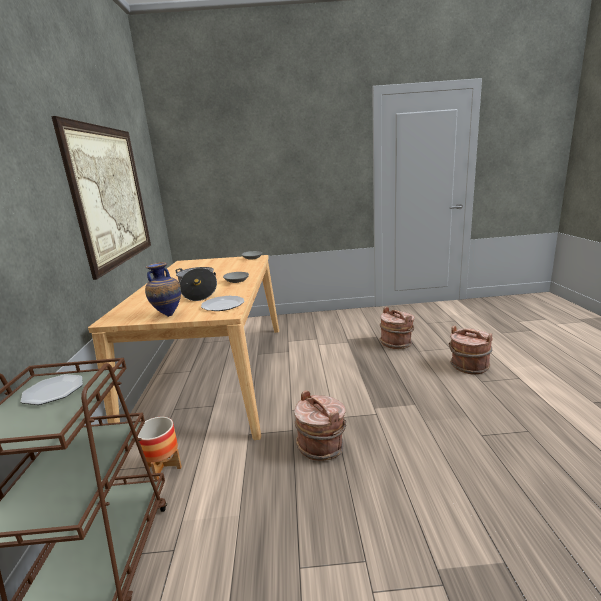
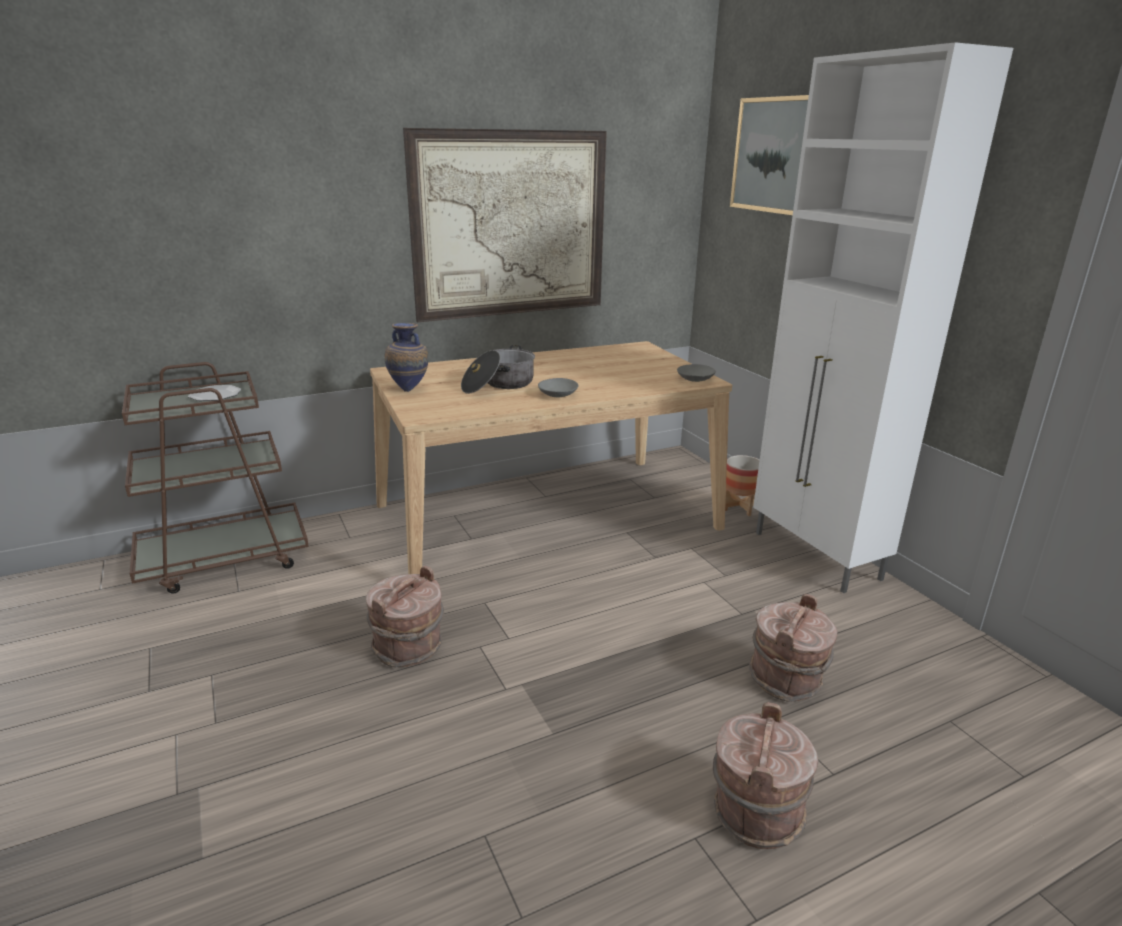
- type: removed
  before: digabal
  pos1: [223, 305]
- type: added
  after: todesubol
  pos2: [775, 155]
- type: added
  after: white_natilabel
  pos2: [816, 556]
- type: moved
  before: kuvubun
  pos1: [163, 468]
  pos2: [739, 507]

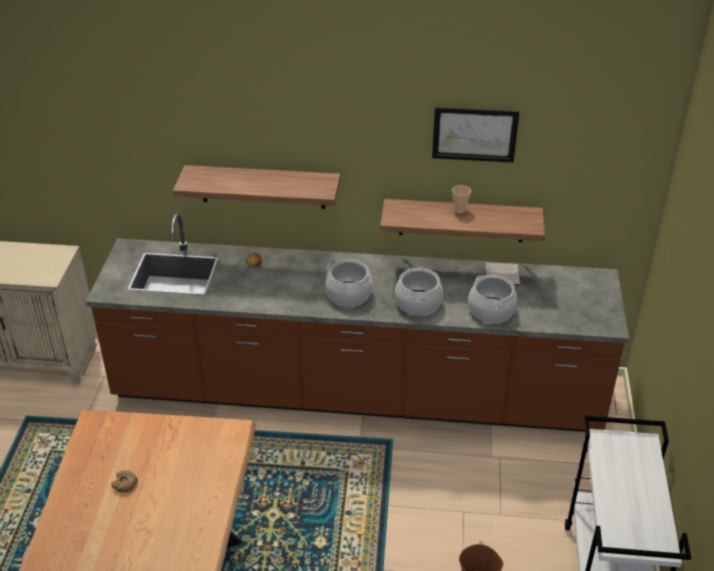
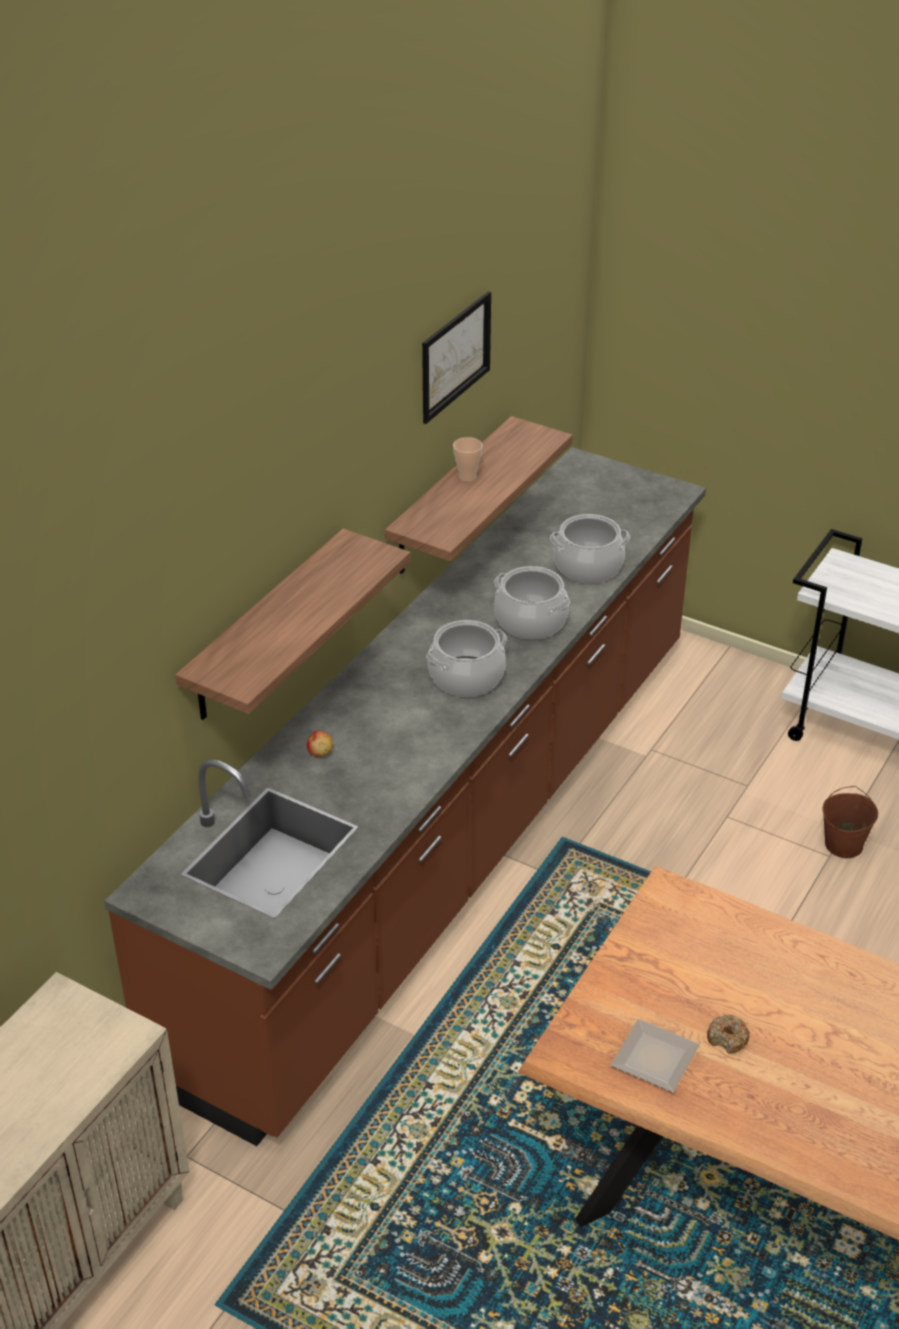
- type: moved
  before: digabal
  pos1: [503, 275]
  pos2: [653, 1056]

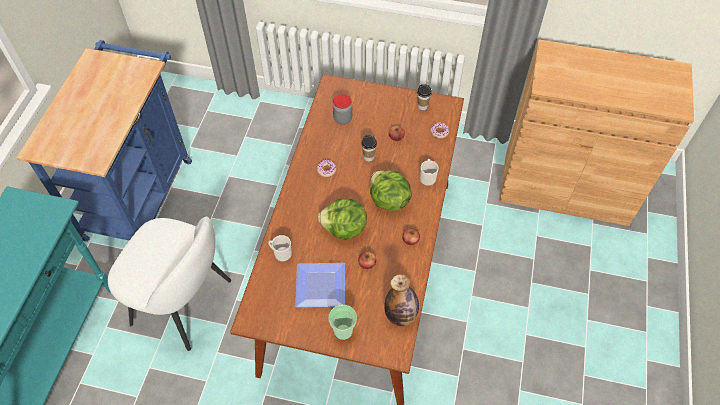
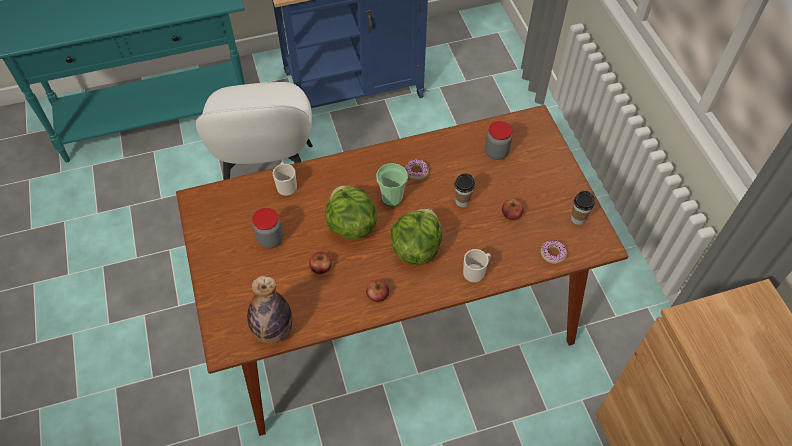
- type: moved
  before: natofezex
  pos1: [343, 331]
  pos2: [392, 198]
- type: replaced
  before: digabal
  after: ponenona
  pos1: [322, 284]
  pos2: [270, 239]

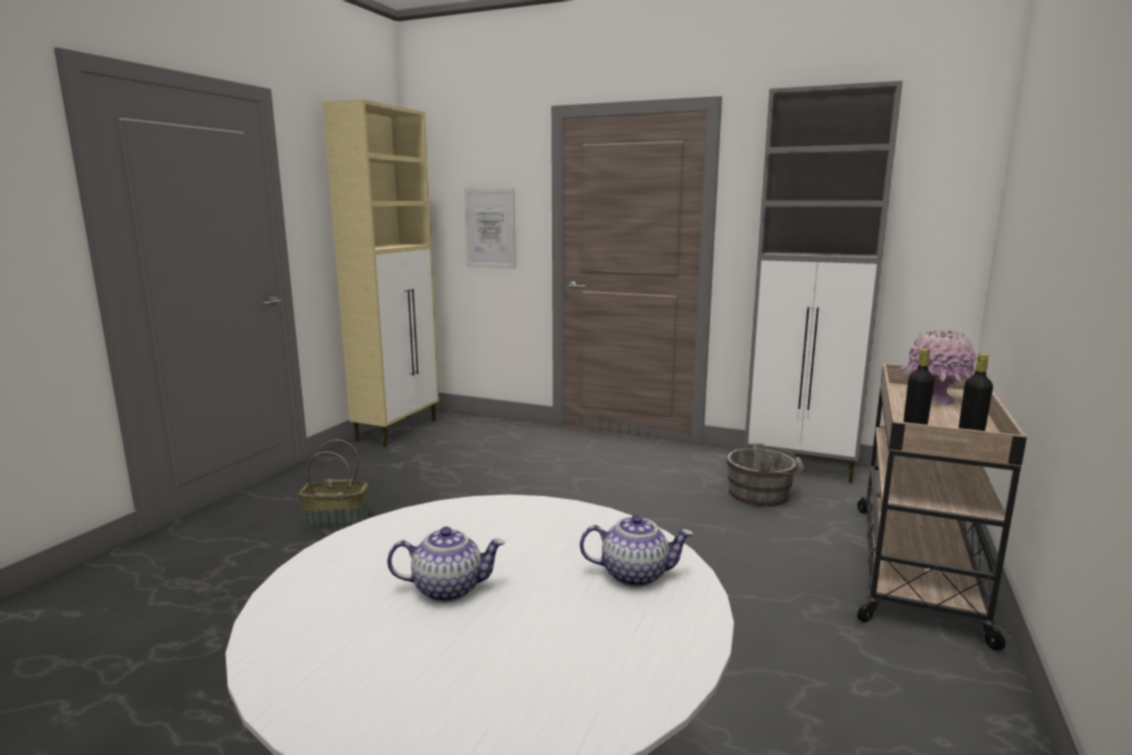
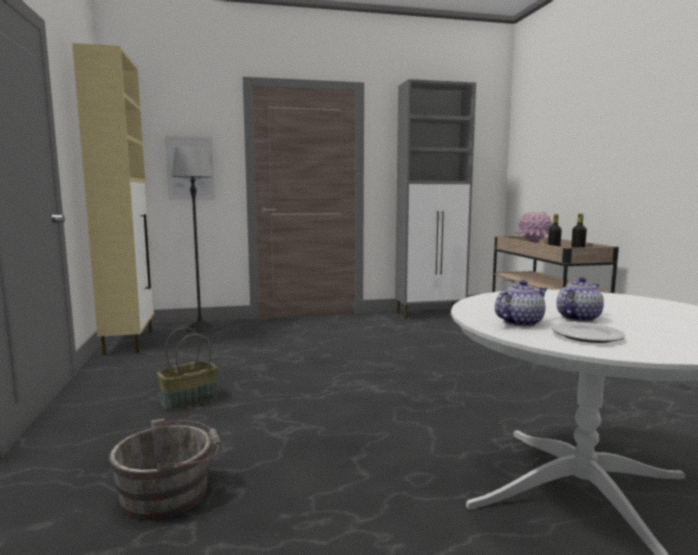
- type: added
  after: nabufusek
  pos2: [200, 328]
- type: added
  after: digabal
  pos2: [586, 336]
- type: moved
  before: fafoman
  pos1: [635, 574]
  pos2: [520, 323]
- type: moved
  before: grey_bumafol
  pos1: [762, 494]
  pos2: [170, 493]

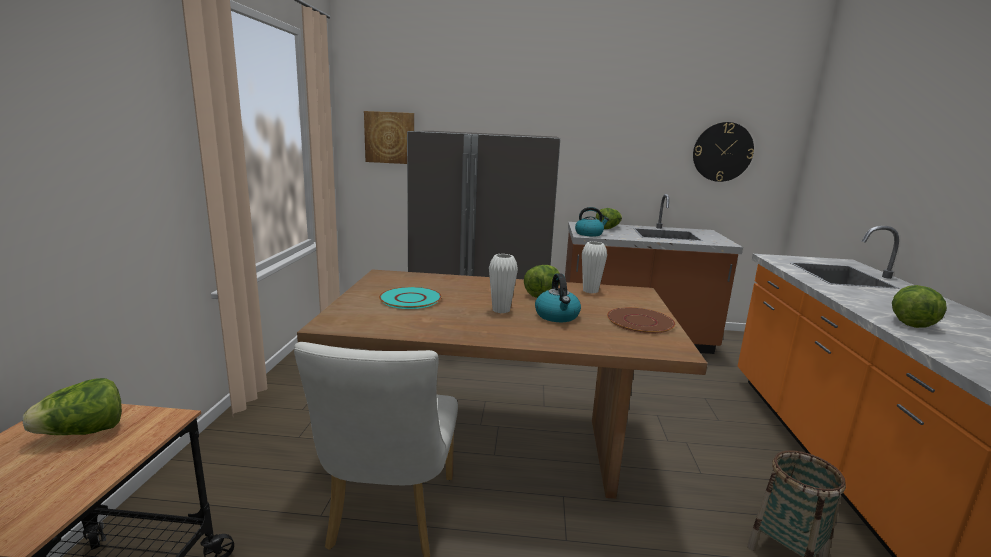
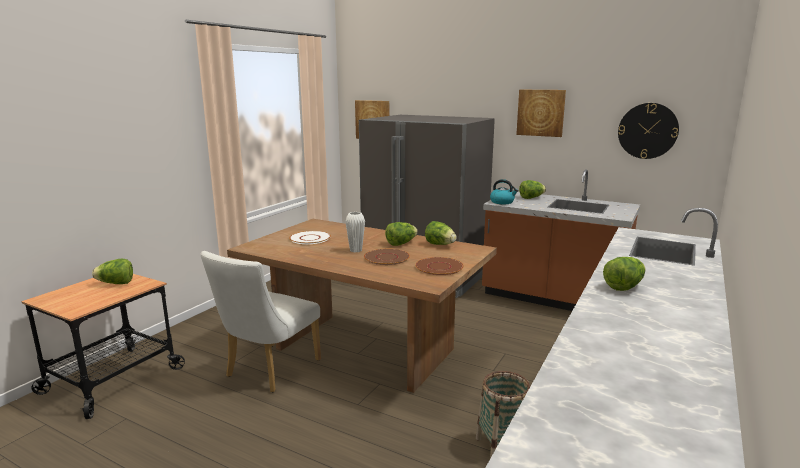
- type: added
  after: todesubol
  pos2: [541, 112]
- type: replaced
  before: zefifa
  after: brown_digabal
  pos1: [557, 316]
  pos2: [387, 257]
- type: replaced
  before: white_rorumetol
  after: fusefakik
  pos1: [590, 291]
  pos2: [440, 245]
- type: recoloured
  before: turquoise_digabal
  after: white_digabal
  pos1: [410, 299]
  pos2: [310, 238]

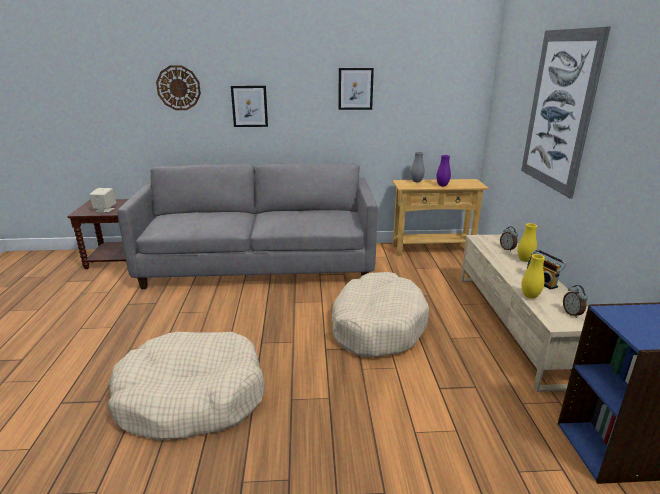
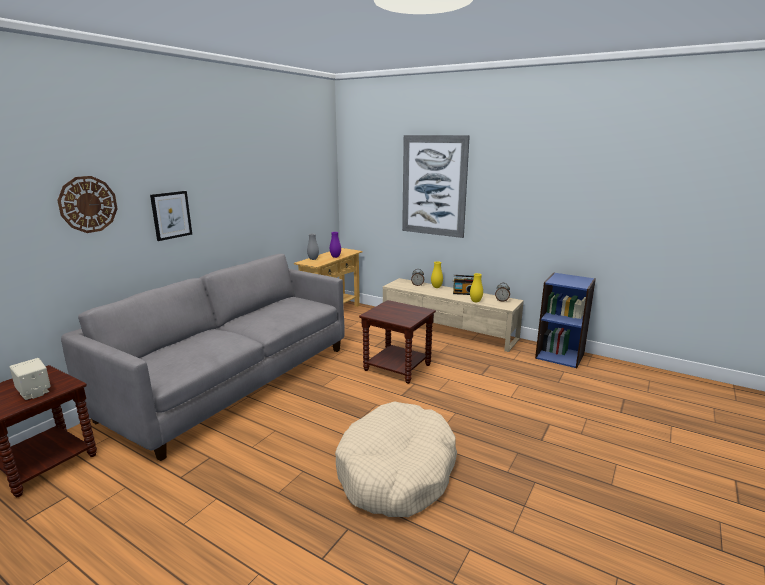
- type: removed
  before: todesubol
  pos1: [355, 89]
- type: replaced
  before: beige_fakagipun
  after: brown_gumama
  pos1: [377, 326]
  pos2: [398, 367]

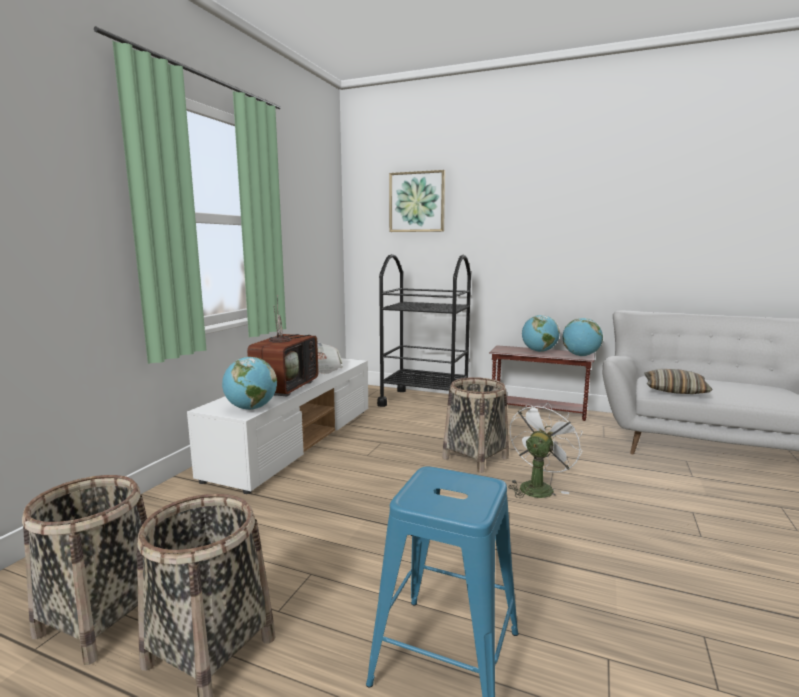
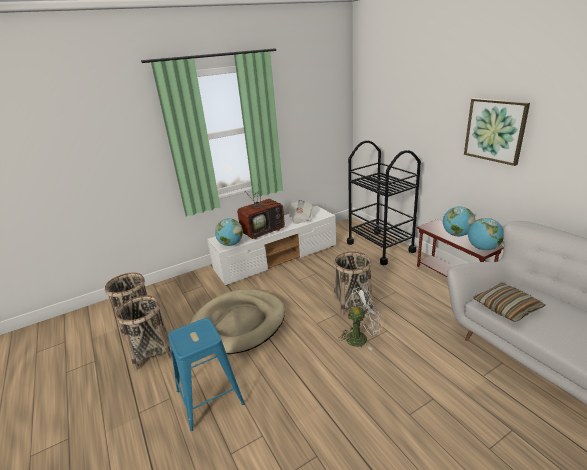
- type: added
  after: beige_fakagipun
  pos2: [239, 323]
- type: moved
  before: todesubol
  pos1: [417, 202]
  pos2: [495, 130]

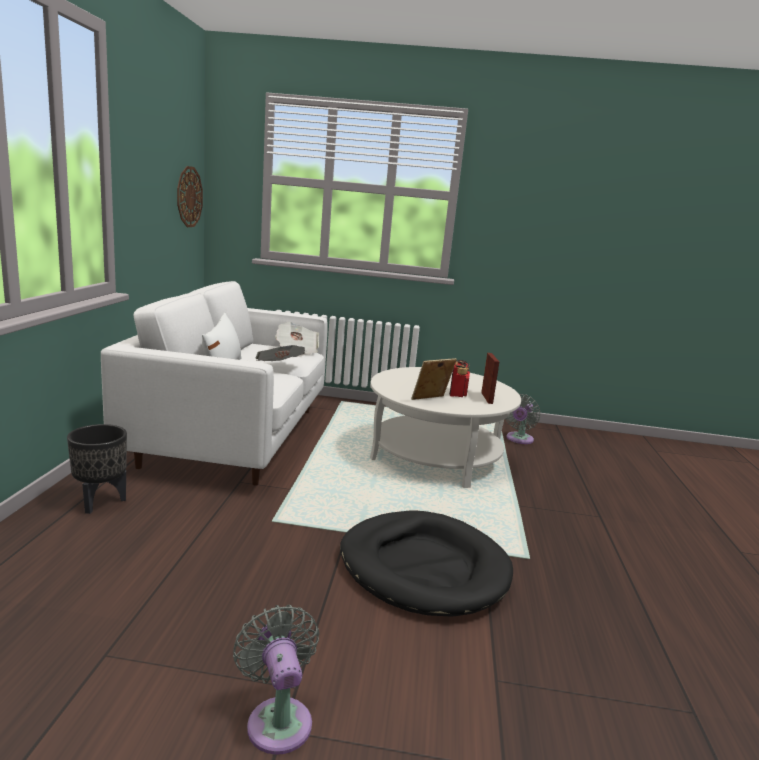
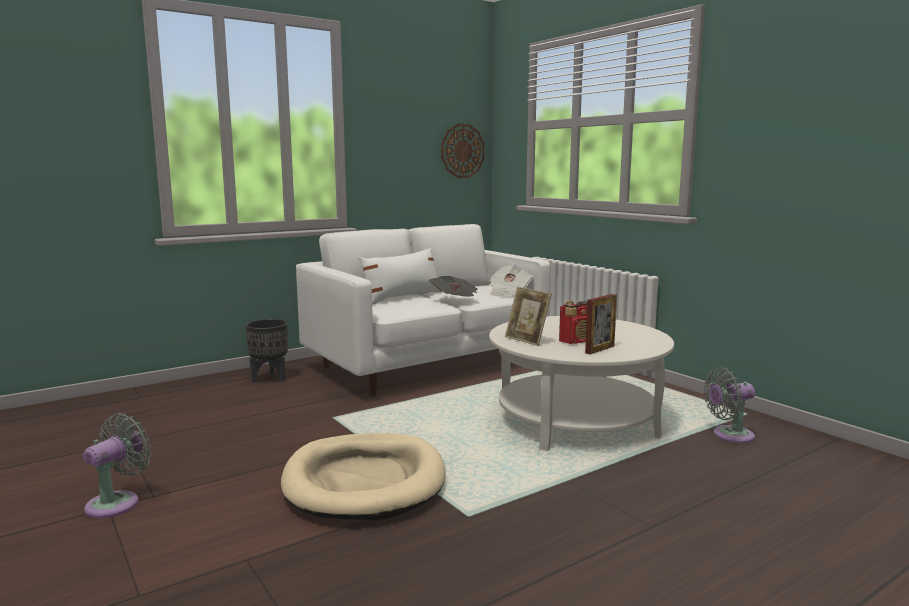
- type: recoloured
  before: black_fakagipun
  after: beige_fakagipun
  pos1: [423, 567]
  pos2: [365, 481]
- type: turned
  before: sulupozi
  pos1: [431, 400]
  pos2: [527, 340]
  turn: -150

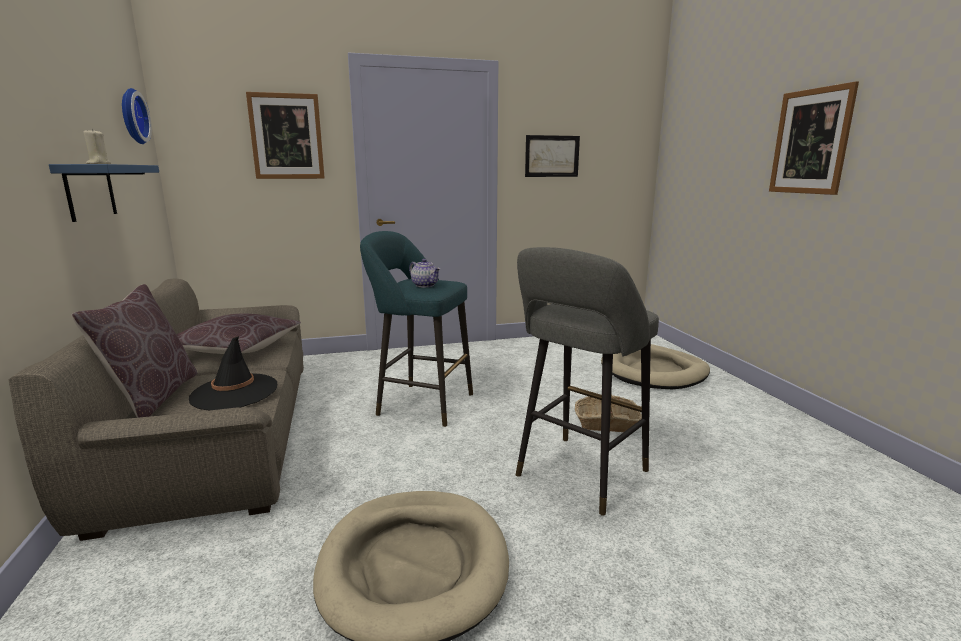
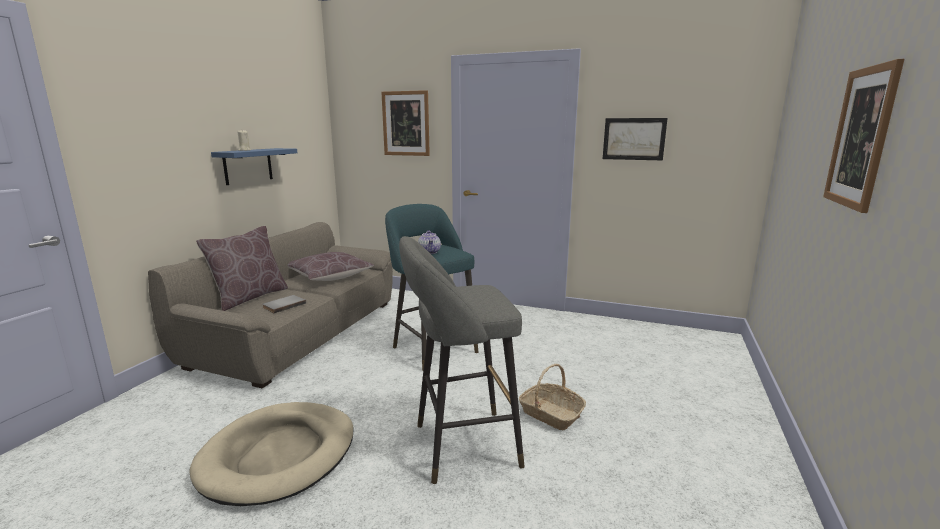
- type: removed
  before: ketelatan
  pos1: [131, 116]
- type: removed
  before: beige_fakagipun
  pos1: [654, 372]
- type: replaced
  before: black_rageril
  after: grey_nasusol
  pos1: [234, 392]
  pos2: [283, 305]

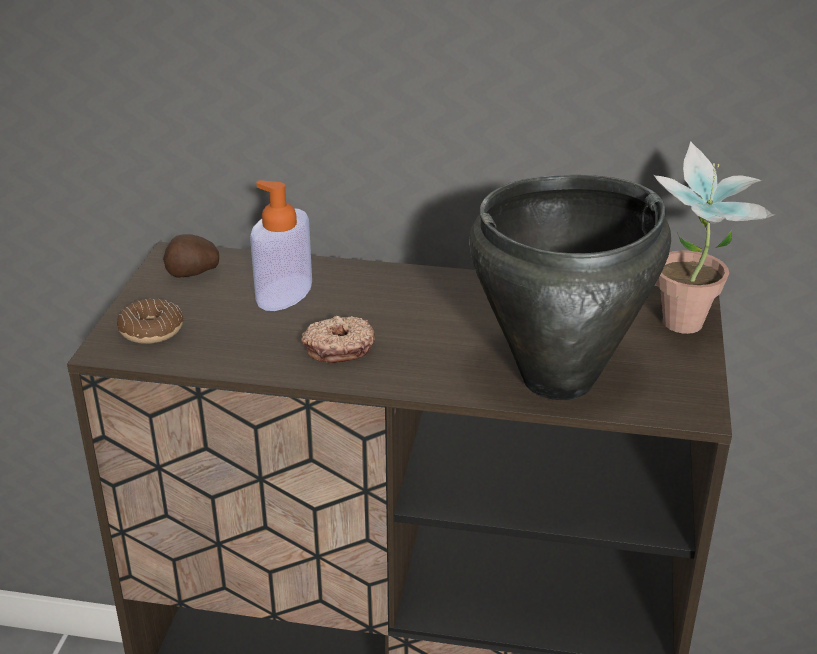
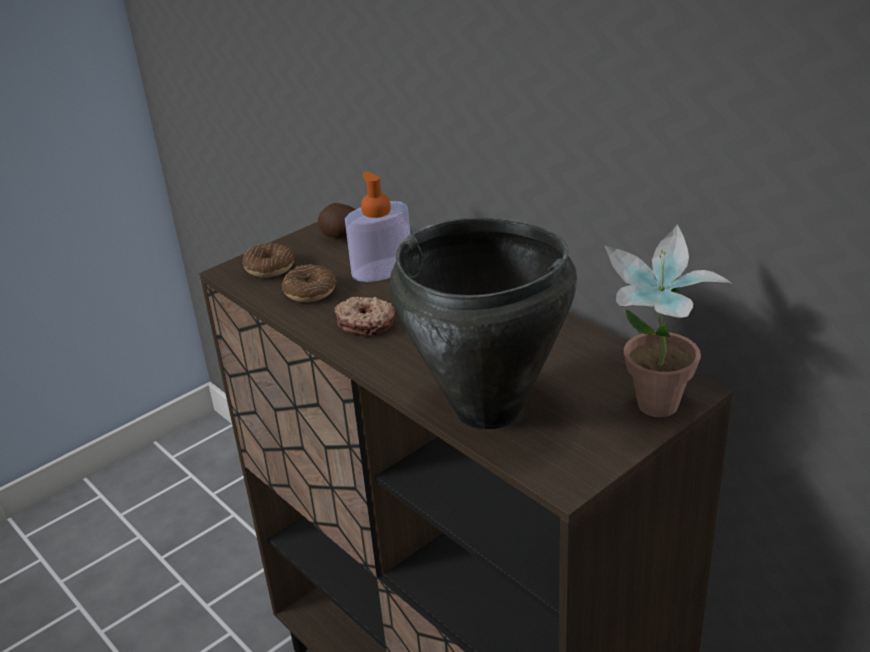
- type: added
  after: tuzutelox
  pos2: [310, 291]

